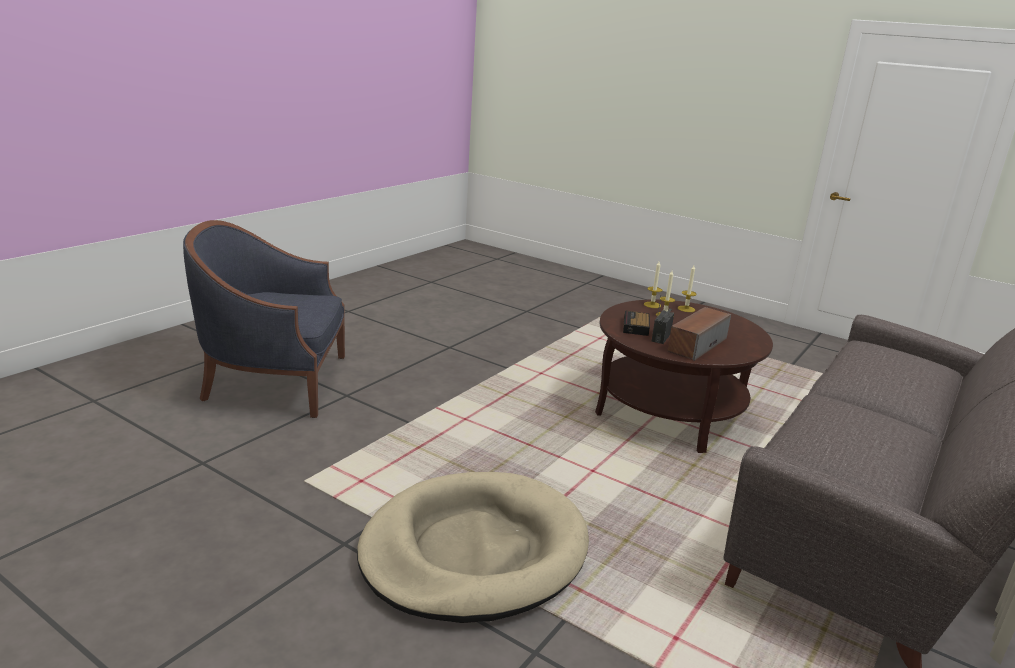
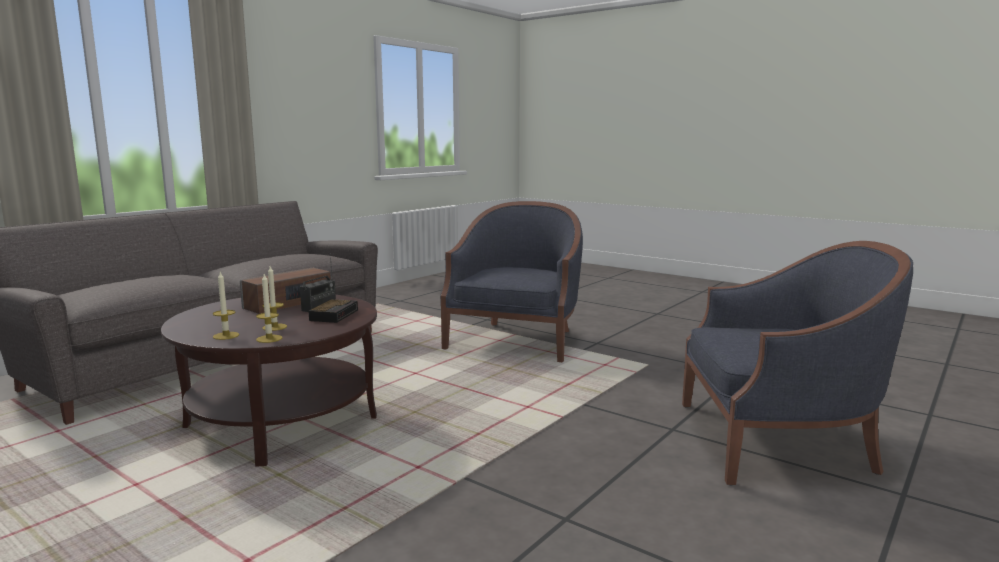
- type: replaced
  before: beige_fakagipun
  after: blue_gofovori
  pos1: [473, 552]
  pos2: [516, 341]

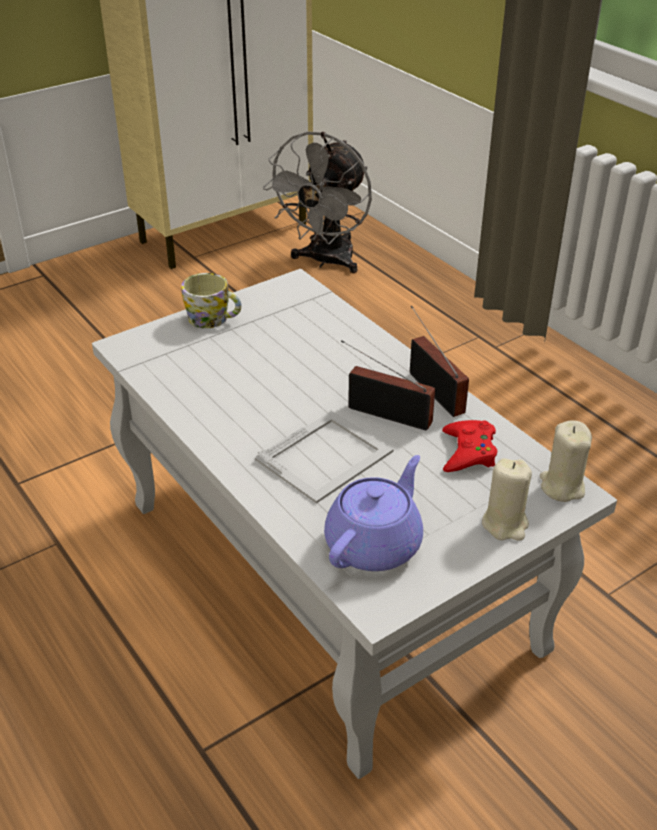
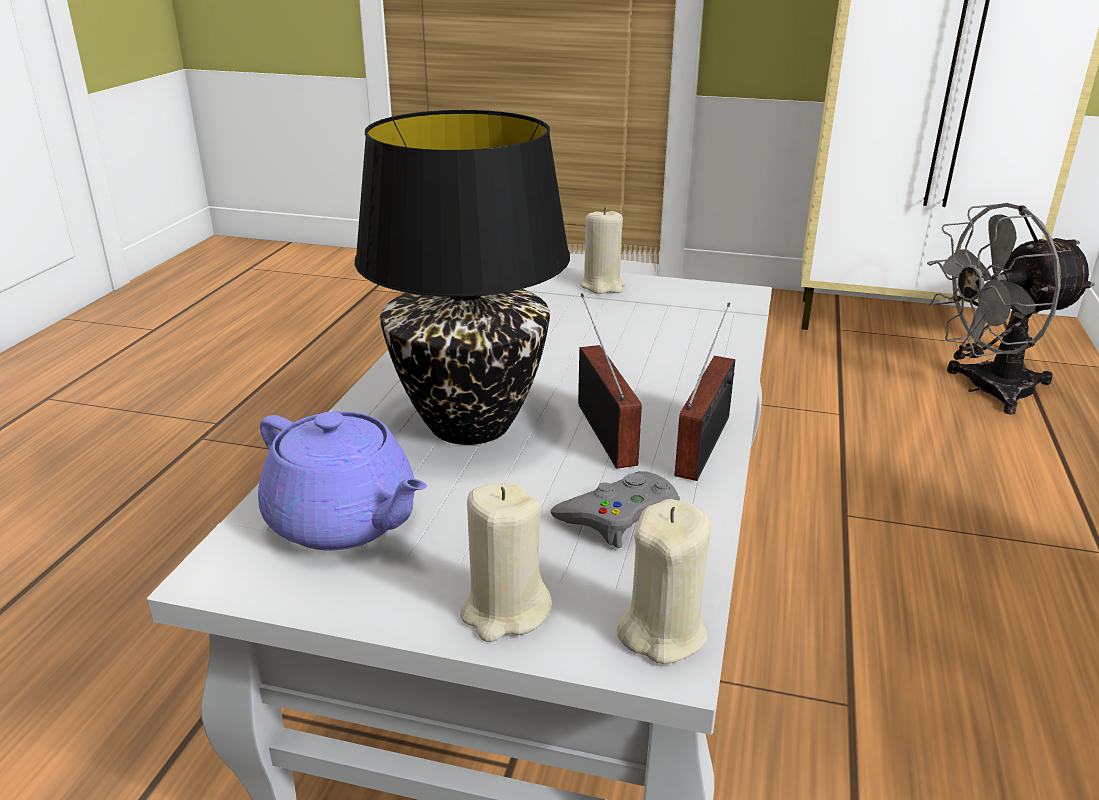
- type: replaced
  before: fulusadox
  after: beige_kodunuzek
  pos1: [213, 319]
  pos2: [602, 285]
- type: replaced
  before: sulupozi
  after: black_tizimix
  pos1: [326, 455]
  pos2: [472, 426]
- type: recoloured
  before: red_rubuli
  after: grey_rubuli
  pos1: [468, 452]
  pos2: [620, 517]
- type: turned
  before: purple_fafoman
  pos1: [375, 543]
  pos2: [344, 521]
  turn: 45

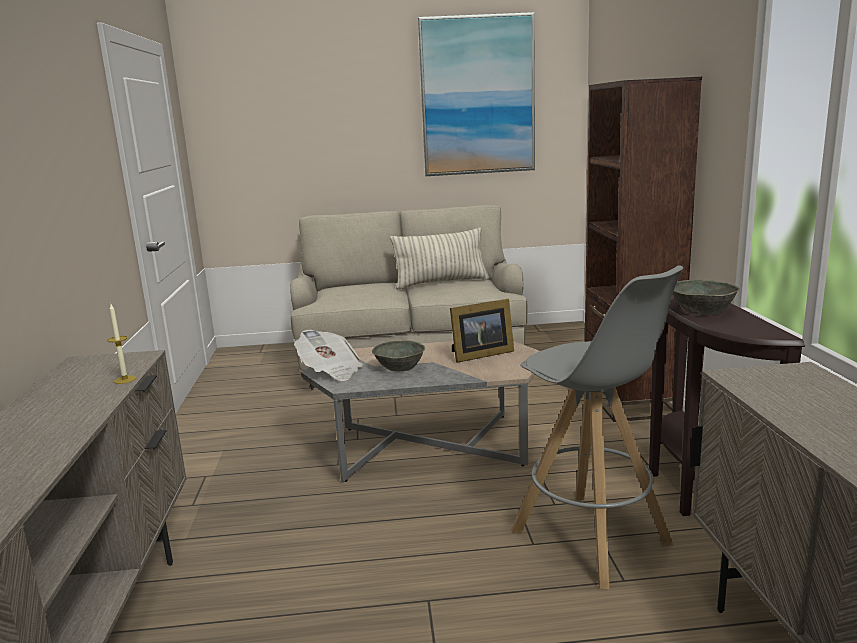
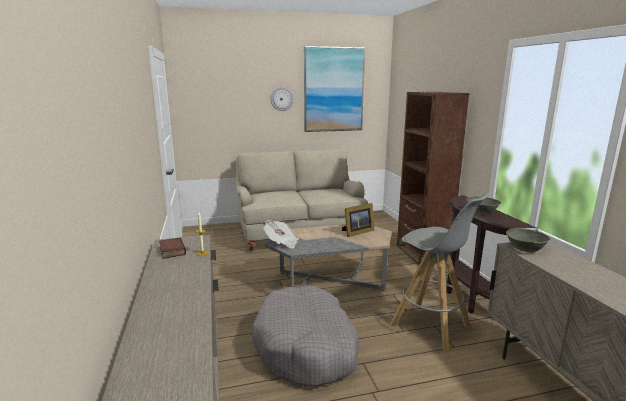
- type: removed
  before: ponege
  pos1: [441, 283]
- type: added
  after: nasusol
  pos2: [171, 251]
- type: added
  after: grey_fakagipun
  pos2: [306, 347]
- type: added
  after: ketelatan
  pos2: [282, 99]
- type: moved
  before: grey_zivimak
  pos1: [399, 368]
  pos2: [525, 249]

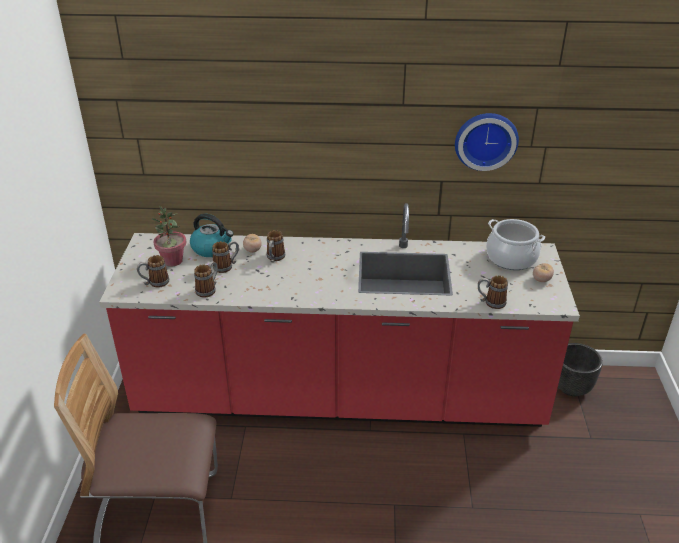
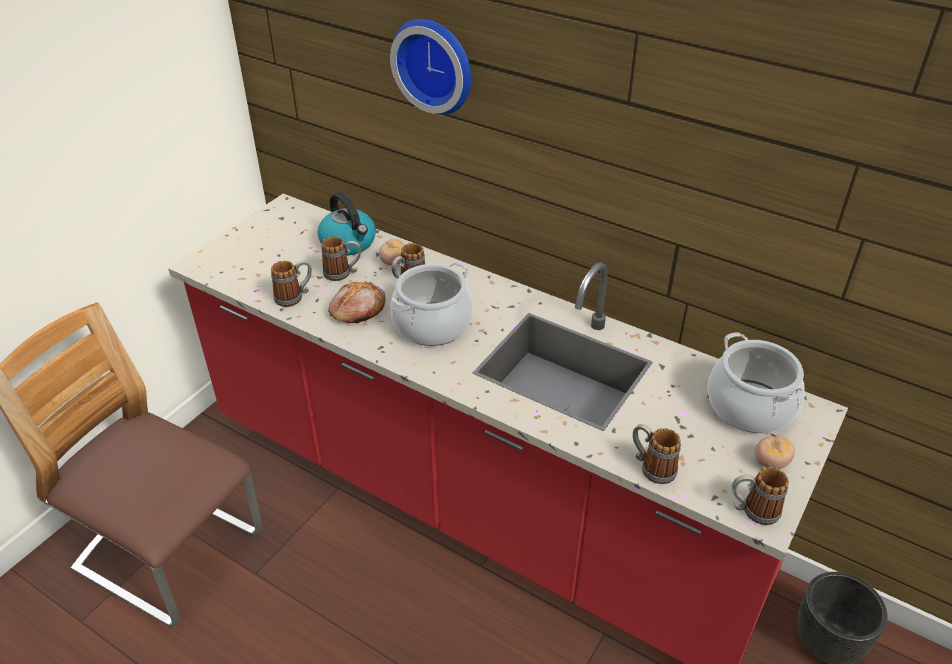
- type: removed
  before: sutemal
  pos1: [173, 261]
- type: added
  after: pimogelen
  pos2: [357, 310]
- type: added
  after: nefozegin
  pos2: [433, 324]
- type: moved
  before: fulusadox
  pos1: [155, 283]
  pos2: [752, 510]
- type: moved
  before: ketelatan
  pos1: [485, 140]
  pos2: [435, 64]

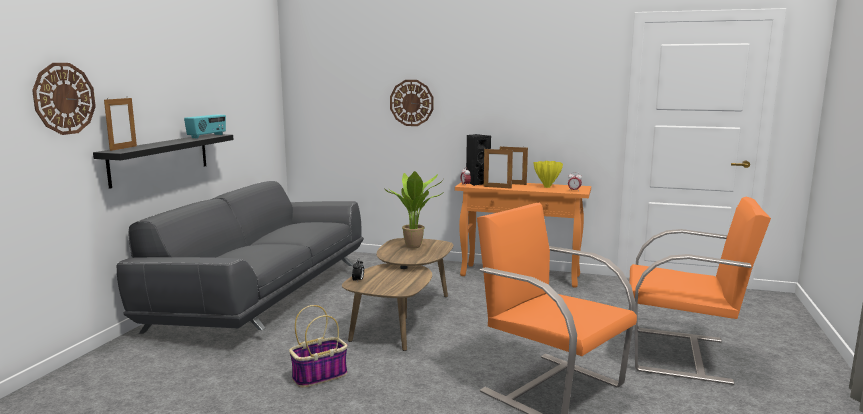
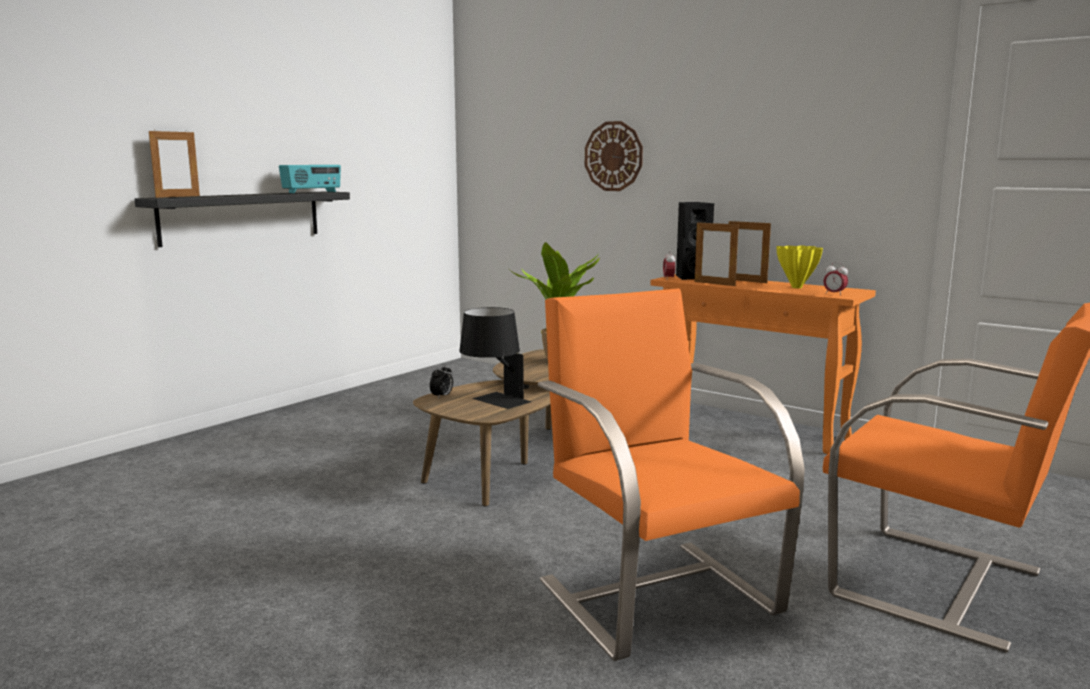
- type: removed
  before: ketelatan
  pos1: [64, 98]
- type: removed
  before: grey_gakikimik
  pos1: [262, 295]
- type: removed
  before: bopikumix
  pos1: [320, 376]
- type: added
  after: black_tizimix
  pos2: [493, 402]

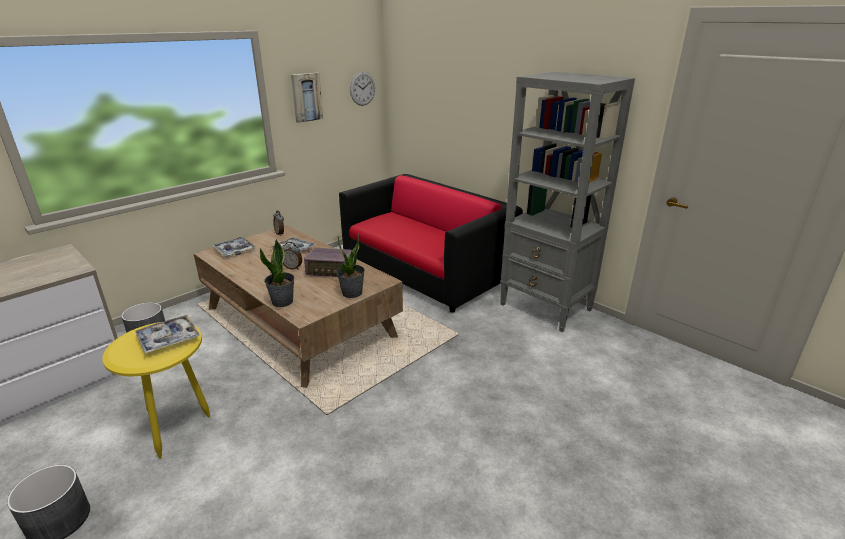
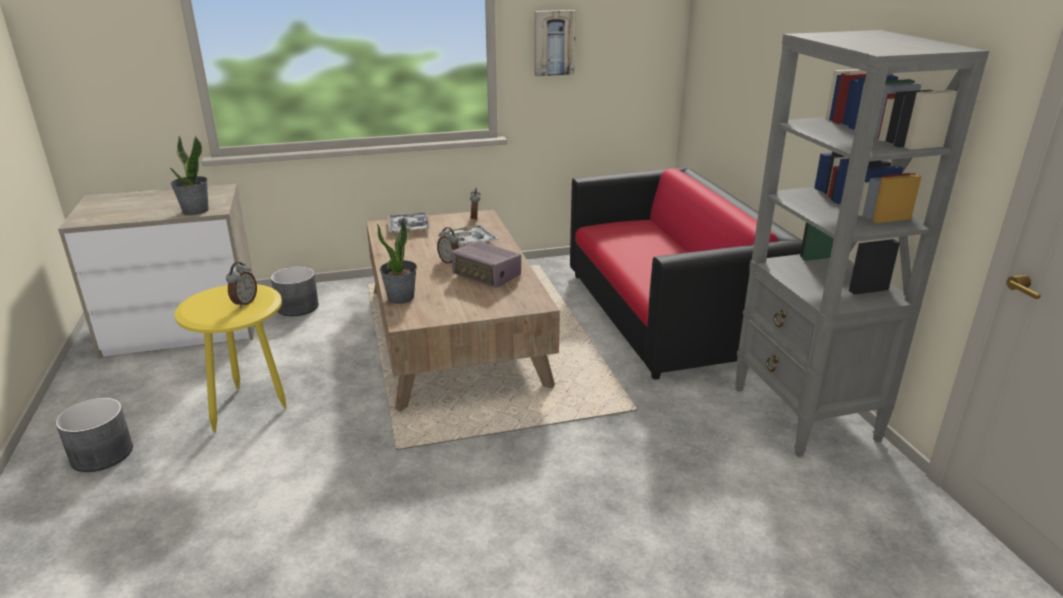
- type: removed
  before: ketelatan
  pos1: [362, 88]
- type: moved
  before: sutemal
  pos1: [352, 293]
  pos2: [195, 211]
- type: replaced
  before: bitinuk
  after: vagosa
  pos1: [168, 339]
  pos2: [244, 303]

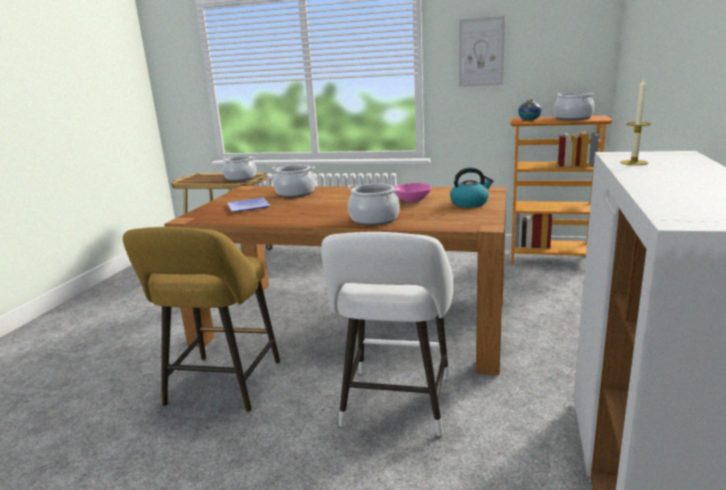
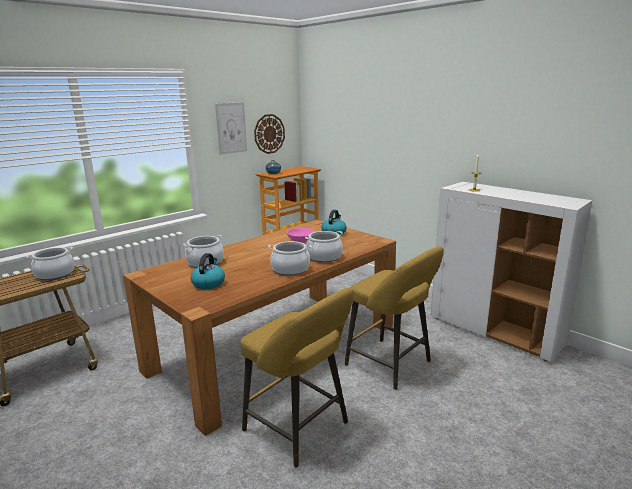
- type: added
  after: ketelatan
  pos2: [269, 134]
- type: moved
  before: nefozegin
  pos1: [572, 118]
  pos2: [290, 269]
- type: replaced
  before: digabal
  after: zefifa
  pos1: [247, 207]
  pos2: [208, 283]
- type: recoloured
  before: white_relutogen
  after: yellow_relutogen
  pos1: [395, 406]
  pos2: [392, 365]

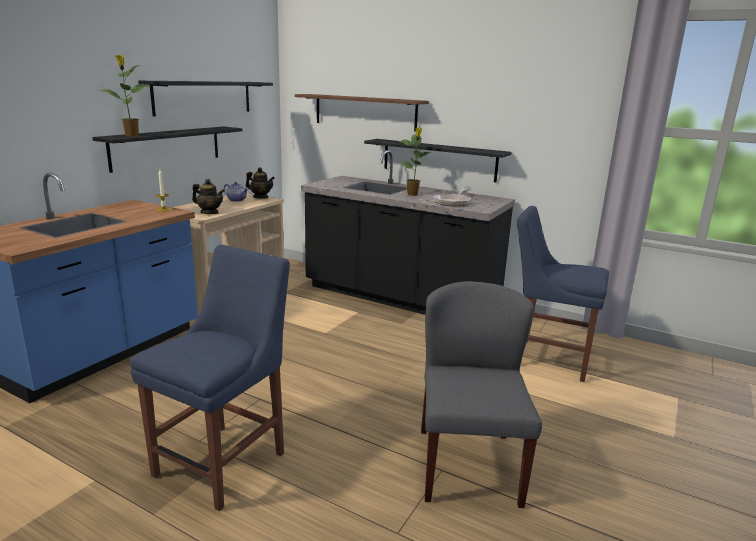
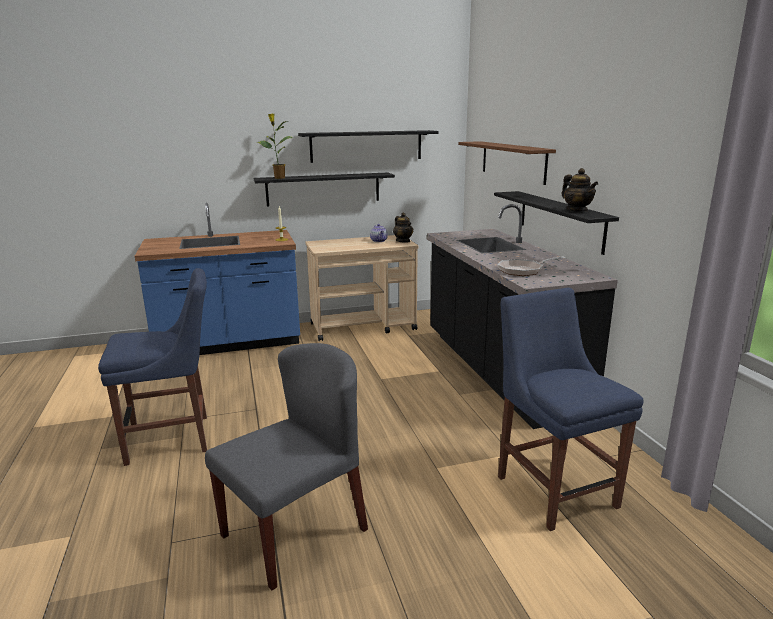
- type: removed
  before: sutemal
  pos1: [413, 194]
- type: moved
  before: fafoman
  pos1: [209, 213]
  pos2: [577, 210]

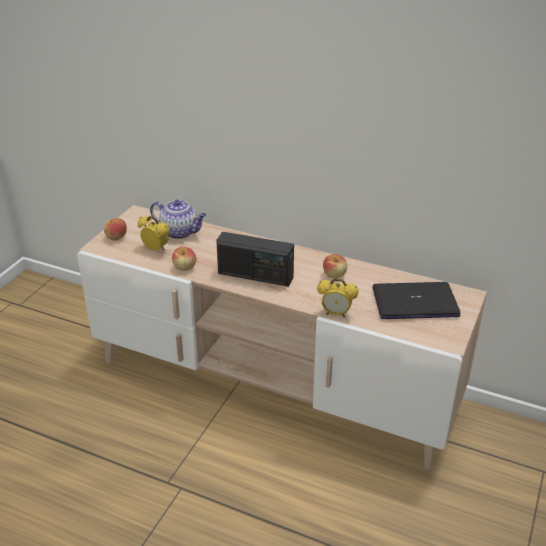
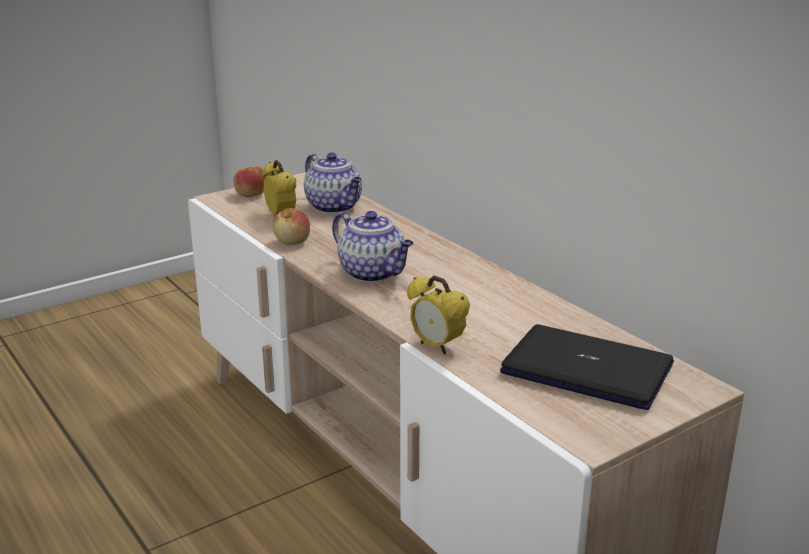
- type: removed
  before: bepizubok
  pos1: [334, 275]
- type: replaced
  before: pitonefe
  after: fafoman
  pos1: [255, 276]
  pos2: [374, 273]

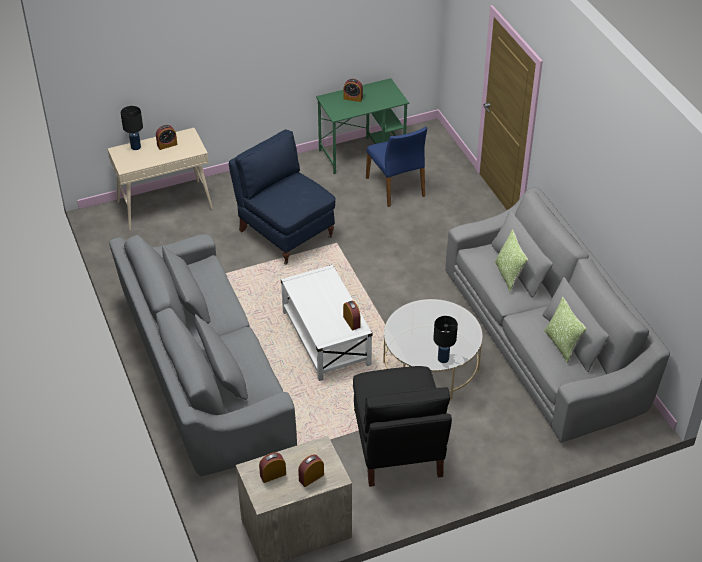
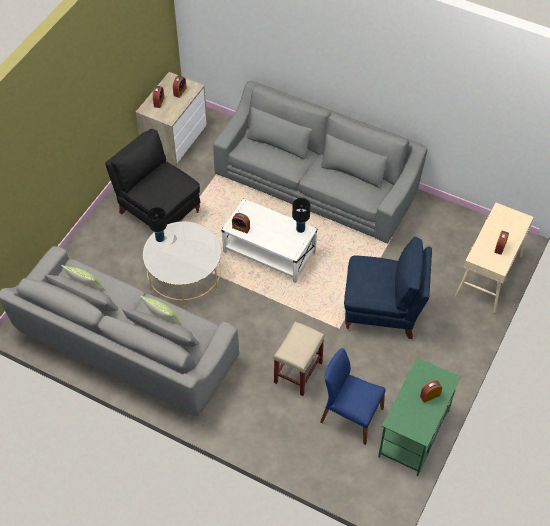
- type: added
  after: beige_relutogen
  pos2: [298, 373]
- type: moved
  before: black_tizimix
  pos1: [135, 147]
  pos2: [300, 229]

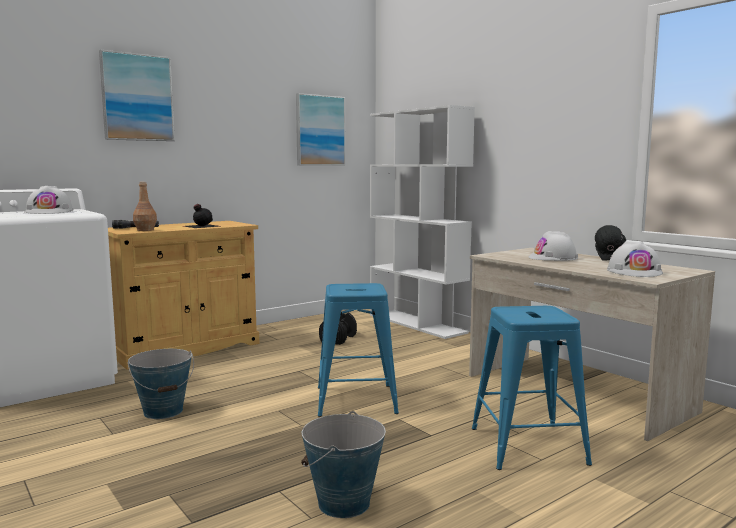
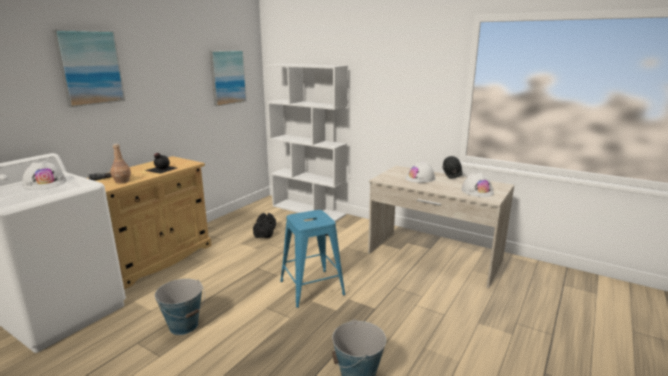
- type: removed
  before: blue_relutogen
  pos1: [528, 446]

